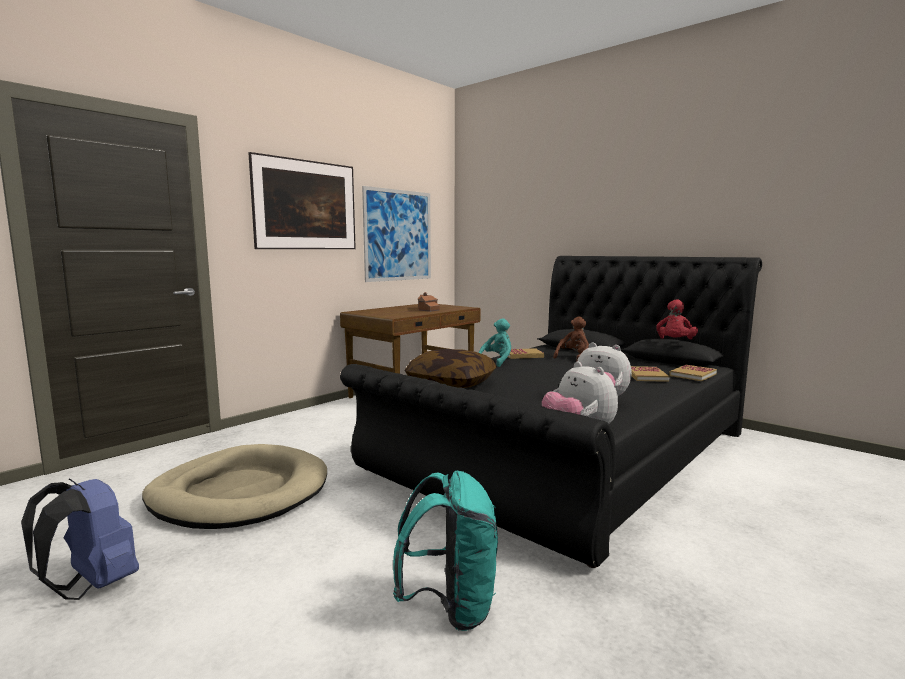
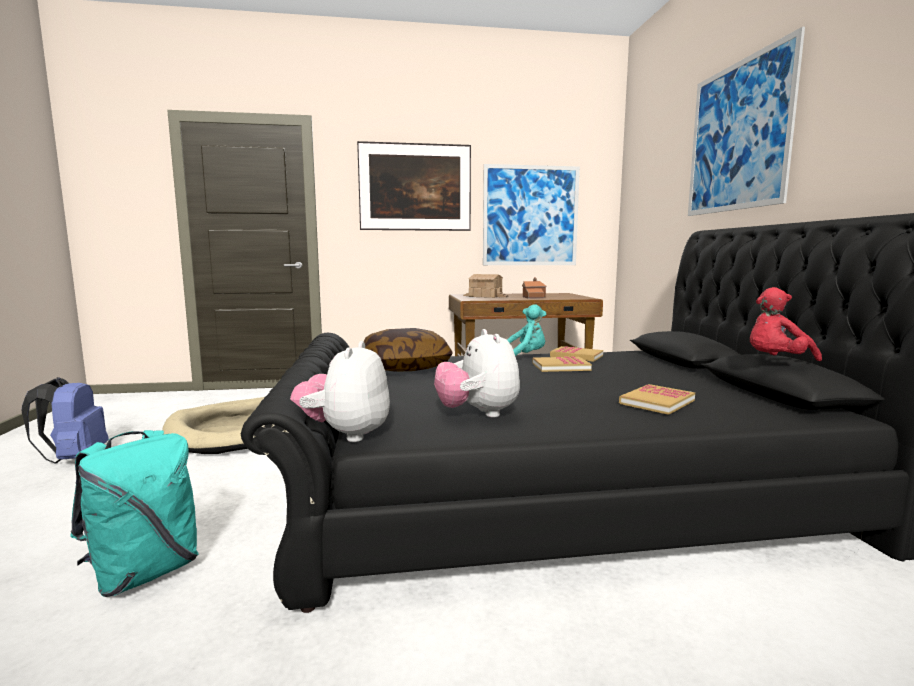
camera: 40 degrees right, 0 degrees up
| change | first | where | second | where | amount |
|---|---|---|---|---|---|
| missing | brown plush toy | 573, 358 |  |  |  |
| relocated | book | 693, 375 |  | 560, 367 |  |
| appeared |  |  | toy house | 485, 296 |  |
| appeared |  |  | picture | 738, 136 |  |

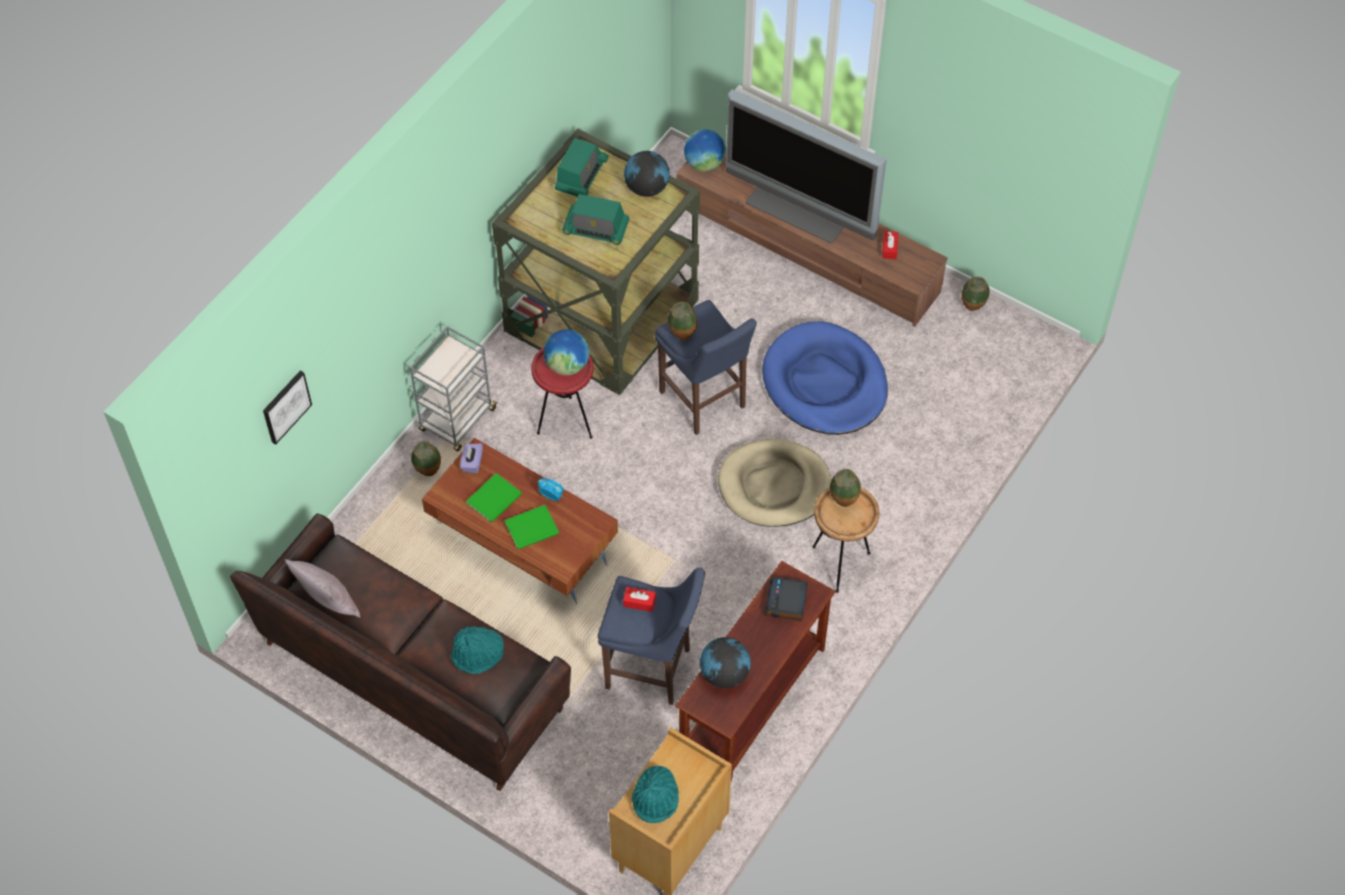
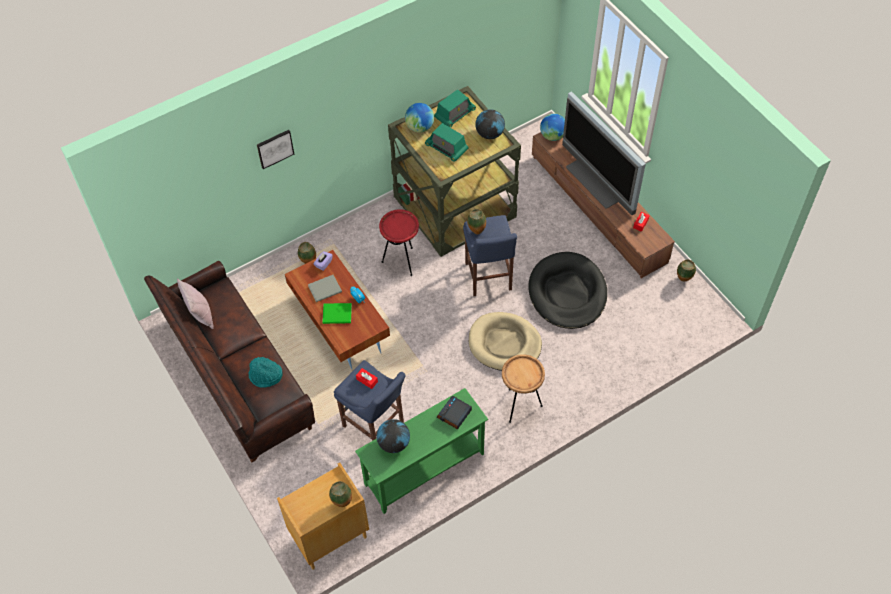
camera: 25 degrees right, 0 degrees up
| change | first | where | second | where | amount |
|---|---|---|---|---|---|
| relocated | picture | 285, 406 |  | 275, 148 |  |
| missing | grey cart | 457, 421 |  |  |  |
| colour | green book | 496, 498 | grey book | 326, 289 |  |
| relocated | globe | 567, 365 |  | 420, 127 |  |
| missing | turquoise hat | 656, 798 |  |  |  |
| colour | brown console table | 752, 703 | green console table | 424, 469 |  |
| colour | blue dog bed | 825, 383 | black dog bed | 567, 293 |  |
| relocated | vase | 843, 503 |  | 342, 503 |  |

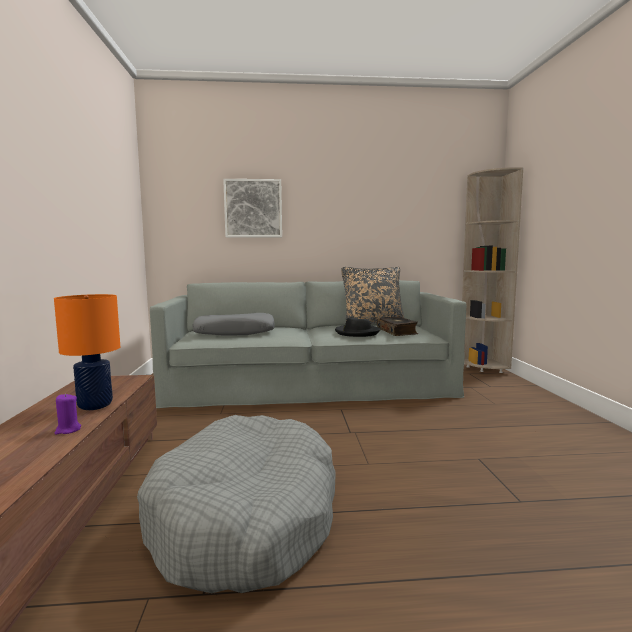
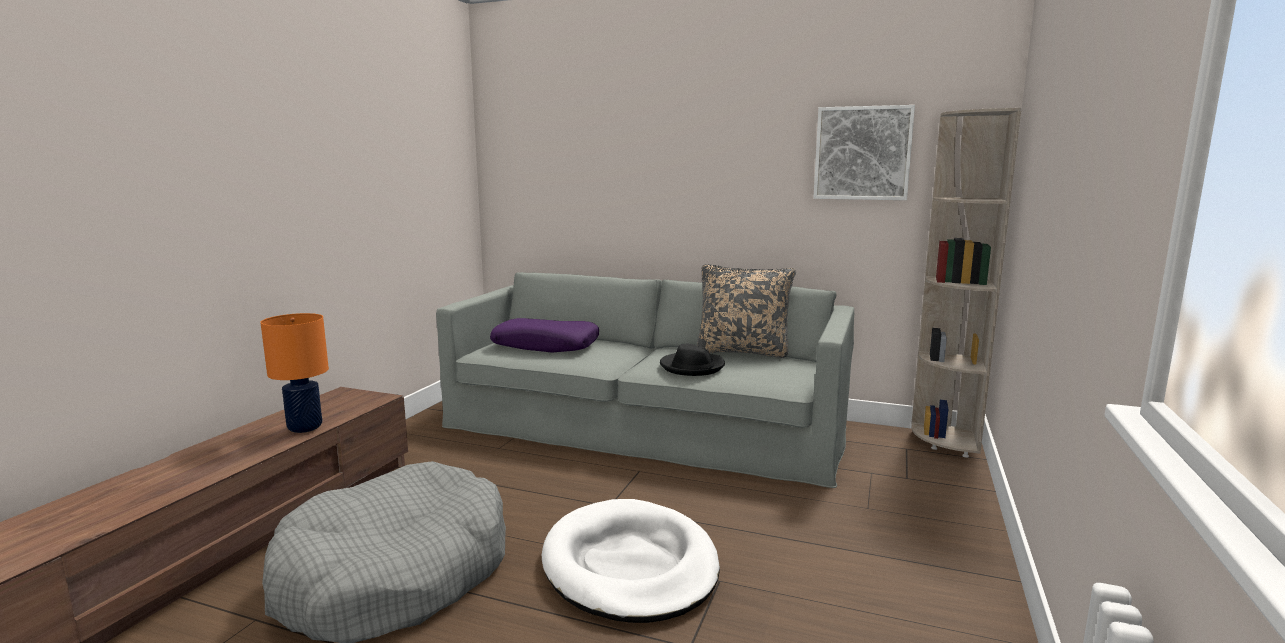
camera: 25 degrees right, 5 degrees up
| change | first | where | second | where | amount |
|---|---|---|---|---|---|
| missing | purple candle | 68, 430 |  |  |  |
| colour | grey pillow | 235, 332 | purple pillow | 546, 345 |  |
| relocated | picture | 253, 208 |  | 862, 153 |  |
| missing | book | 397, 331 |  |  |  |
| appeared |  |  | white dog bed | 630, 566 |  |

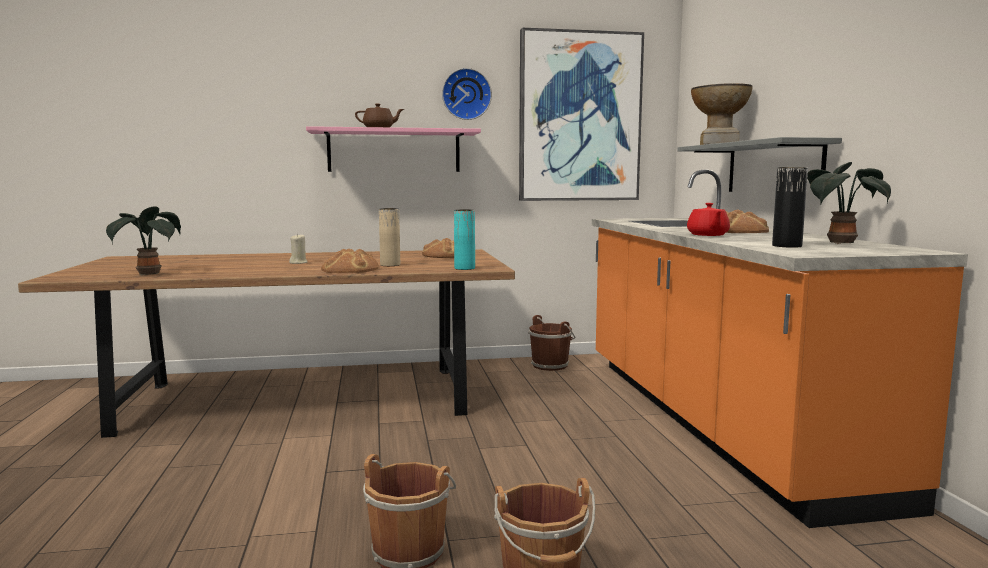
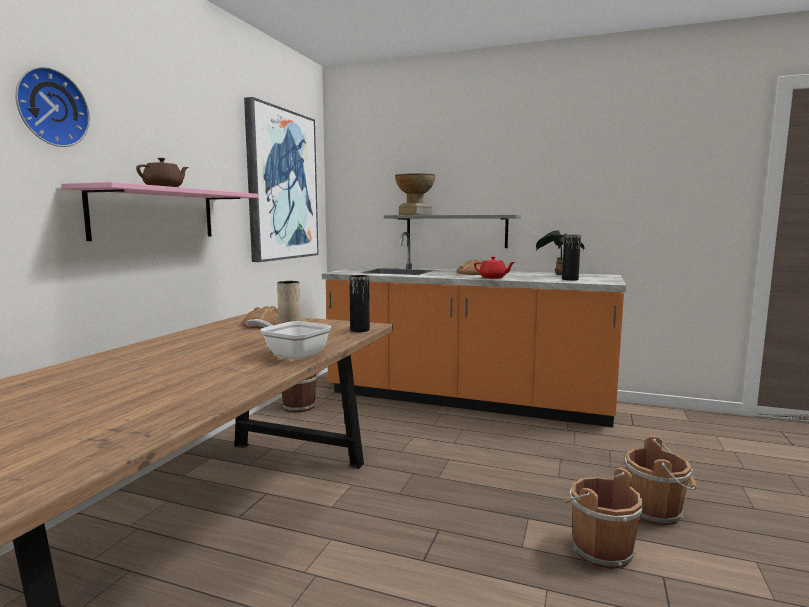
camera: 60 degrees left, 0 degrees up
| change | first | where | second | where | amount |
|---|---|---|---|---|---|
| missing | potted plant | 149, 274 |  |  |  |
| missing | beige candle | 298, 263 |  |  |  |
| exchanged | bread | 350, 269 | frying pan | 292, 354 |  |
| relocated | wall clock | 466, 94 |  | 50, 108 |  |
| colour | turquoise vase | 464, 268 | black vase | 360, 330 |  |

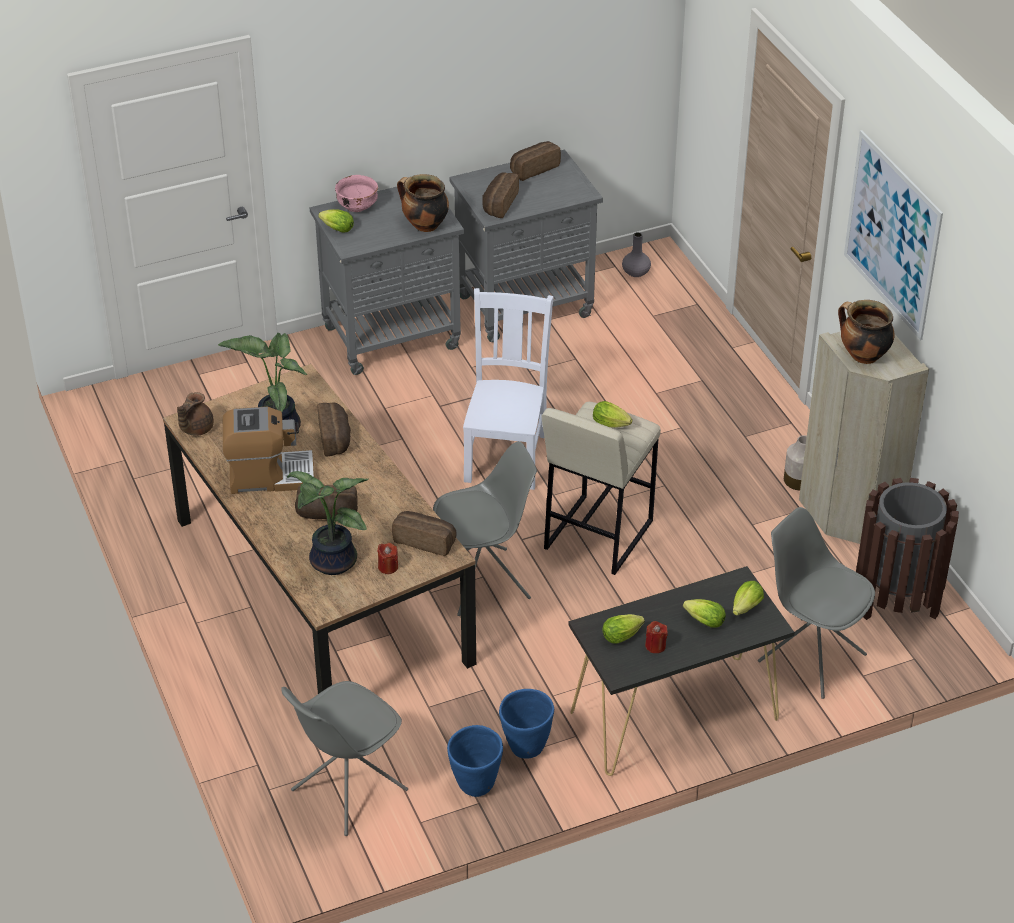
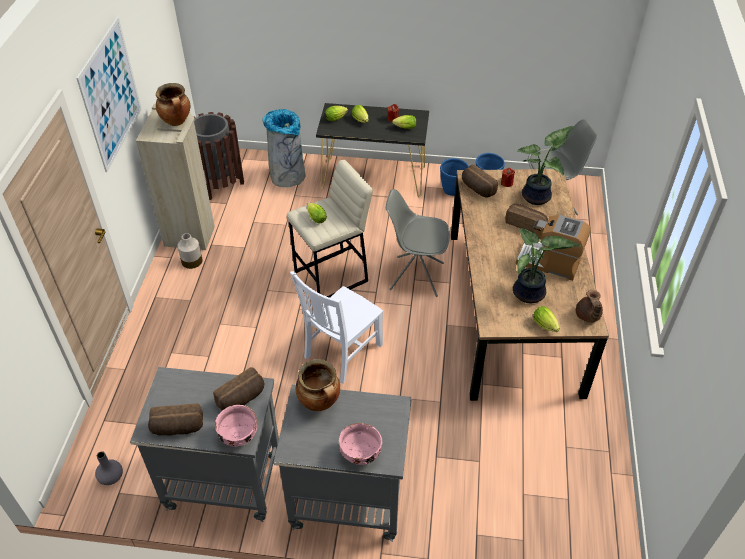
camera: 150 degrees left, 5 degrees up
| change | first | where | second | where | amount |
|---|---|---|---|---|---|
| spun | brown teapot | 195, 428 |  | 587, 316 | 120 degrees clockwise |
| missing | bread | 336, 438 |  |  |  |
| relocated | lettuce | 335, 229 |  | 546, 326 |  |
| exchanged | grey chair | 810, 657 | grey trash can | 287, 176 |  |
| appeared |  |  | pink bowl | 238, 435 |  |

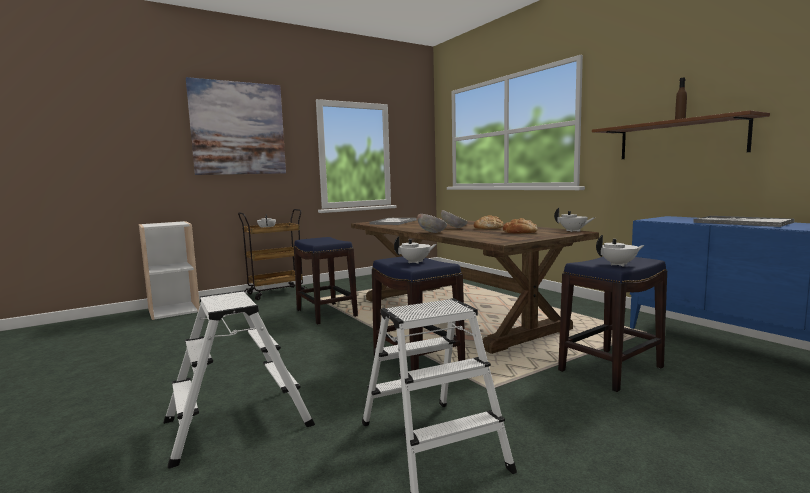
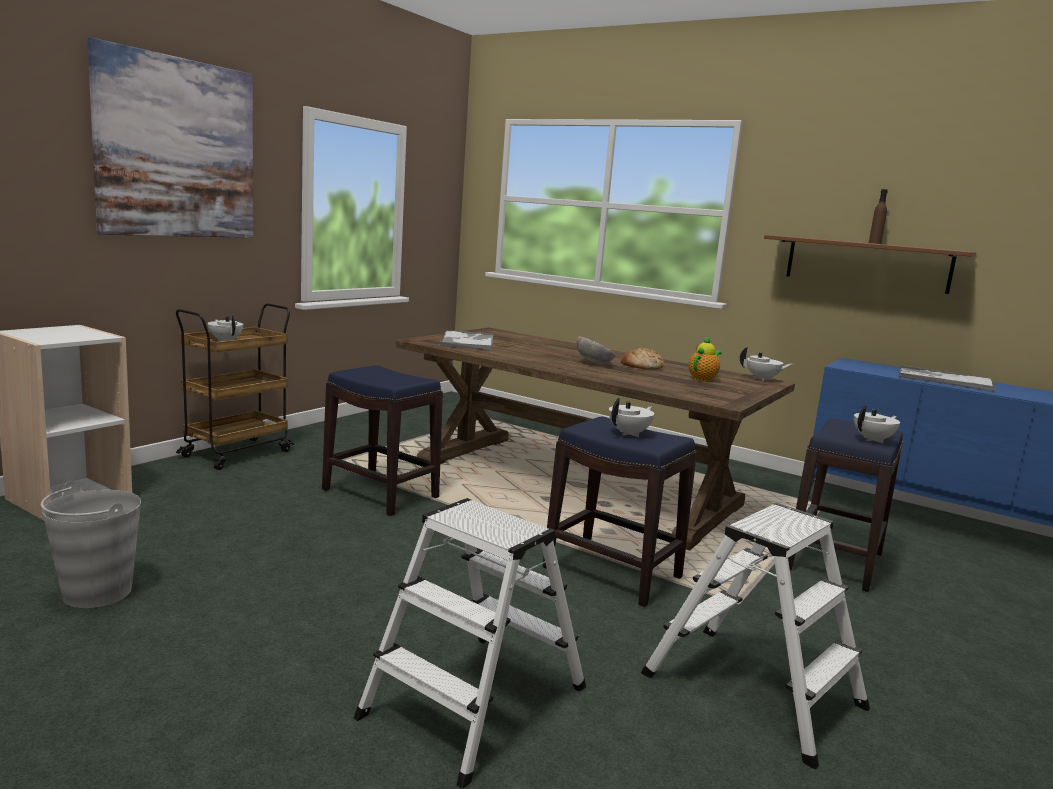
camera: 25 degrees left, 5 degrees up
| change | first | where | second | where | amount |
|---|---|---|---|---|---|
| missing | bowl | 432, 233 |  |  |  |
| exchanged | bread | 520, 232 | teapot | 703, 379 |  |
| appeared |  |  | grey bucket | 96, 593 |  |

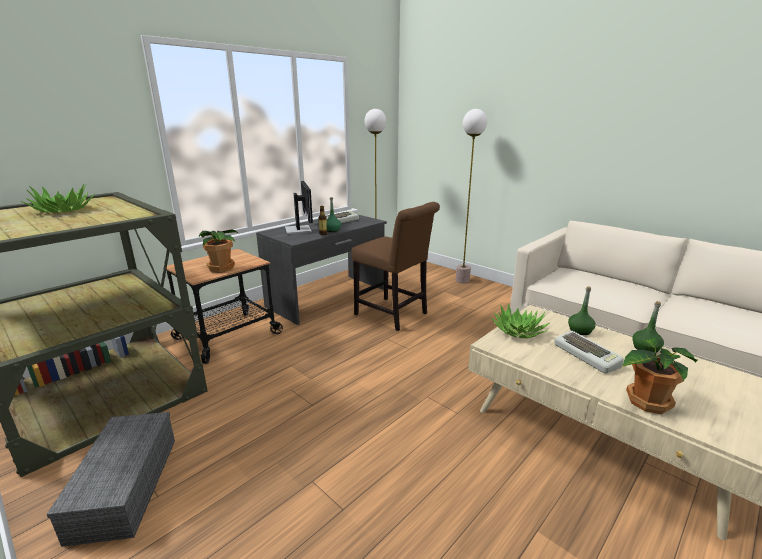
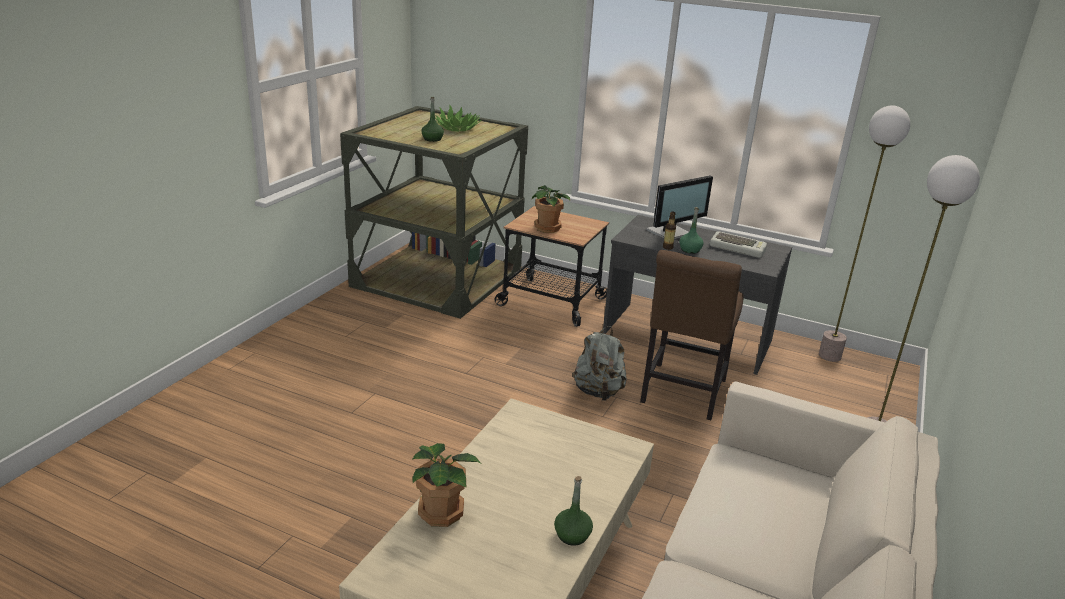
camera: 70 degrees right, 5 degrees up
| change | first | where | second | where | amount |
|---|---|---|---|---|---|
| missing | grey storage box | 125, 485 |  |  |  |
| missing | potted plant | 518, 331 |  |  |  |
| missing | keyboard | 587, 356 |  |  |  |
| relocated | green bottle | 580, 331 |  | 432, 139 |  |
| appeared |  |  | grey backpack | 598, 392 |  |

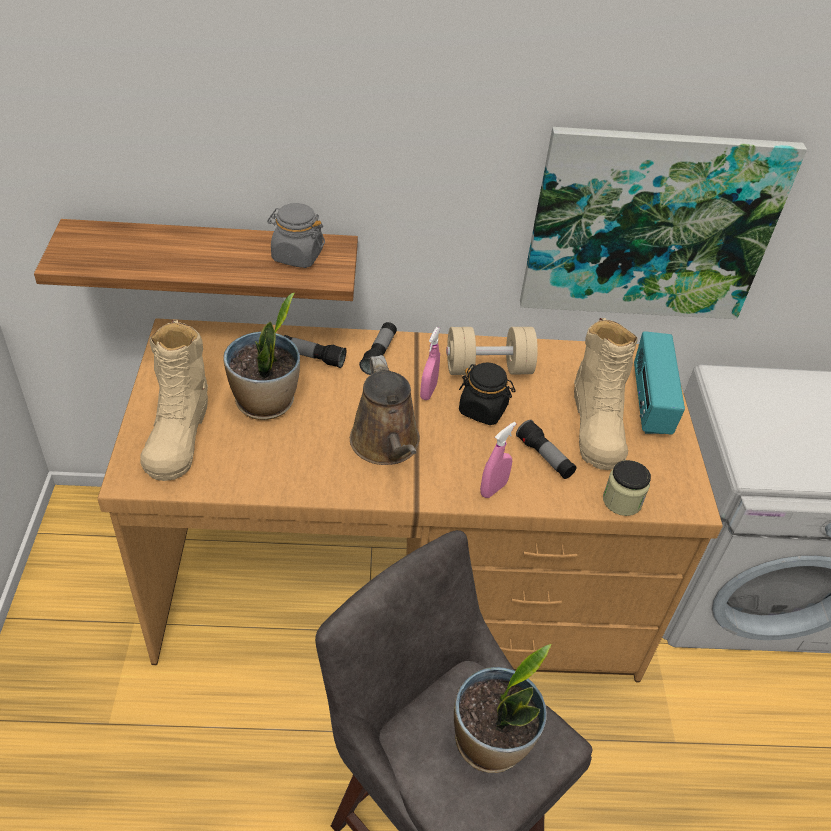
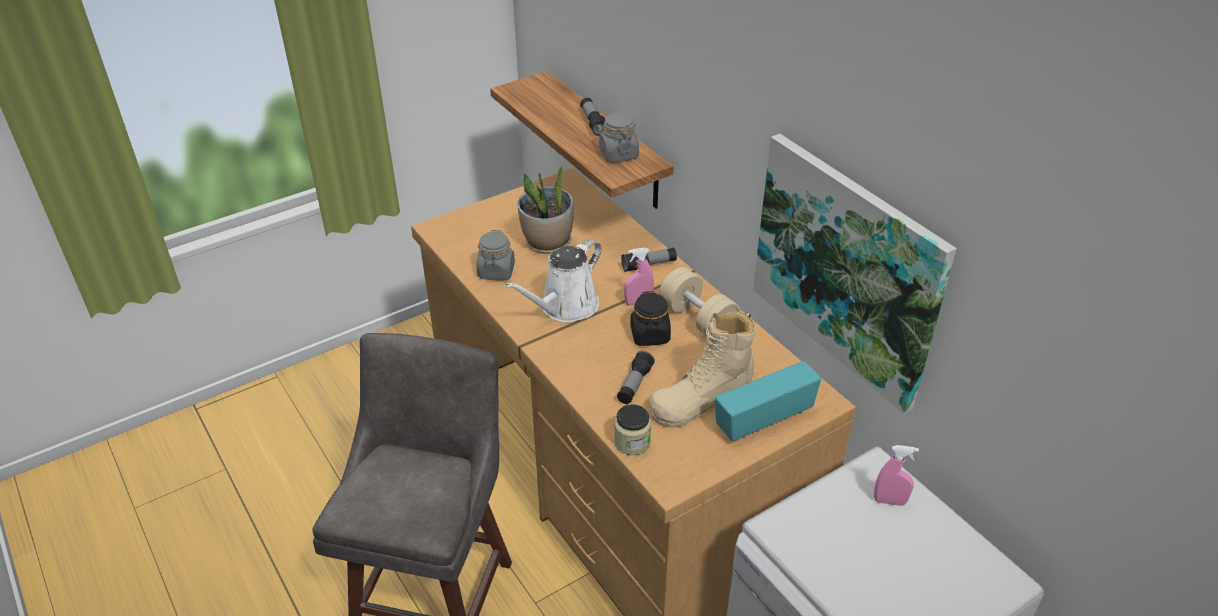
camera: 60 degrees right, 5 degrees down
| change | first | where | second | where | amount |
|---|---|---|---|---|---|
| missing | beige boot | 178, 432 |  |  |  |
| relocated | flashlight | 313, 358 |  | 593, 122 |  |
| colour | brown watering can | 386, 445 | white watering can | 565, 307 |  |
| missing | potted plant | 491, 742 |  |  |  |
| relocated | pink spray bottle | 493, 489 |  | 889, 501 |  |
| appeared |  |  | grey jar | 496, 272 |  |

